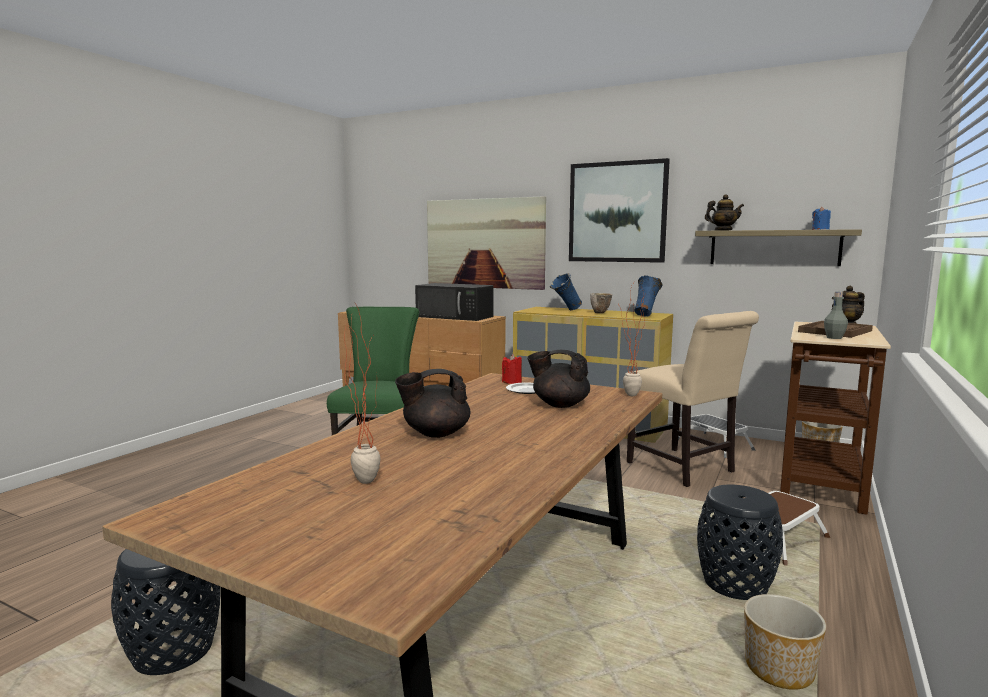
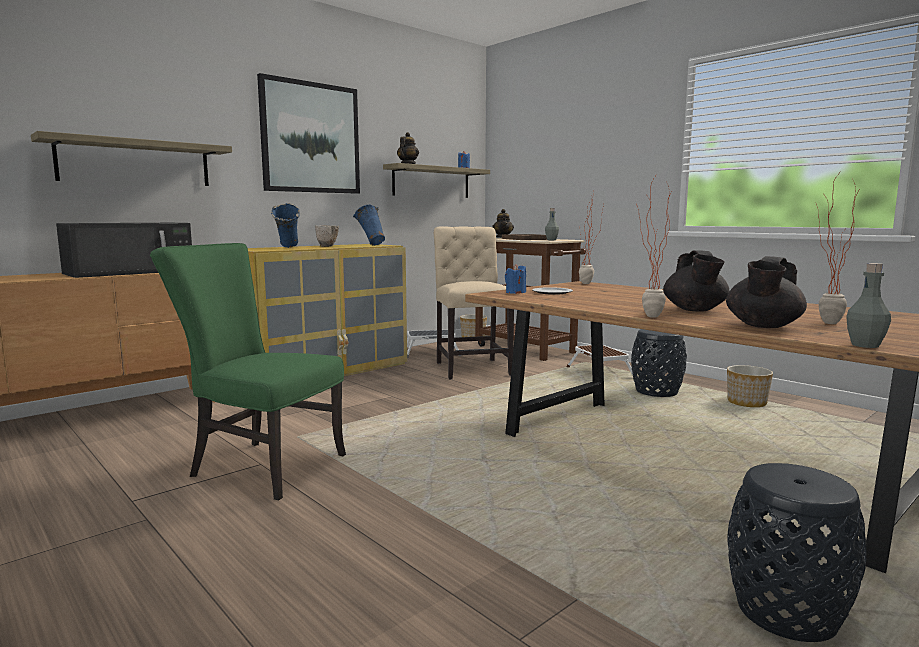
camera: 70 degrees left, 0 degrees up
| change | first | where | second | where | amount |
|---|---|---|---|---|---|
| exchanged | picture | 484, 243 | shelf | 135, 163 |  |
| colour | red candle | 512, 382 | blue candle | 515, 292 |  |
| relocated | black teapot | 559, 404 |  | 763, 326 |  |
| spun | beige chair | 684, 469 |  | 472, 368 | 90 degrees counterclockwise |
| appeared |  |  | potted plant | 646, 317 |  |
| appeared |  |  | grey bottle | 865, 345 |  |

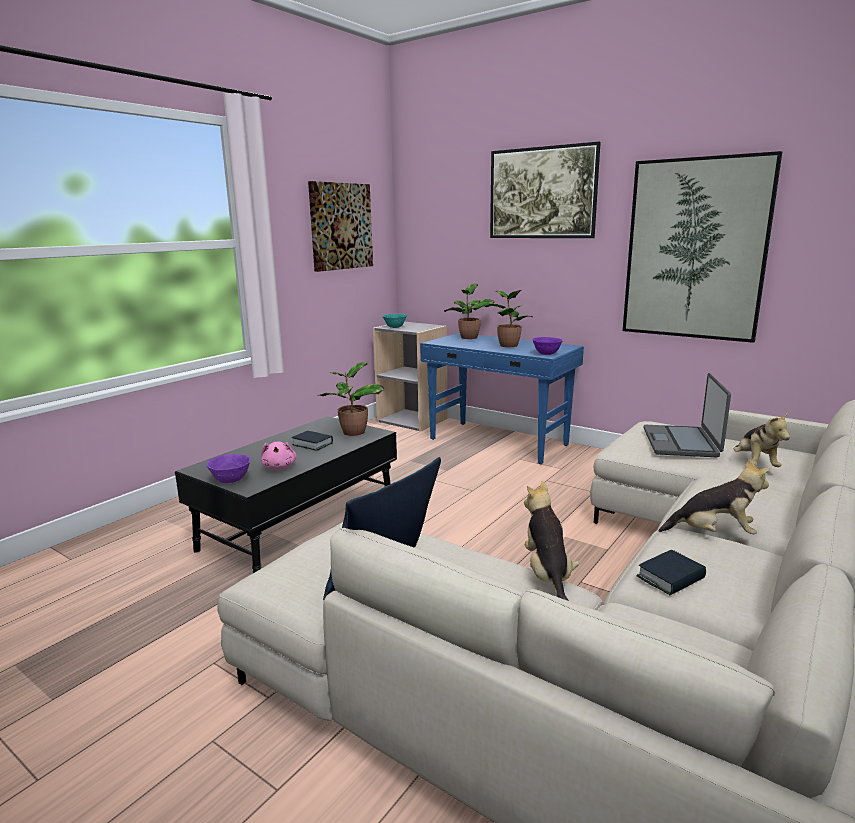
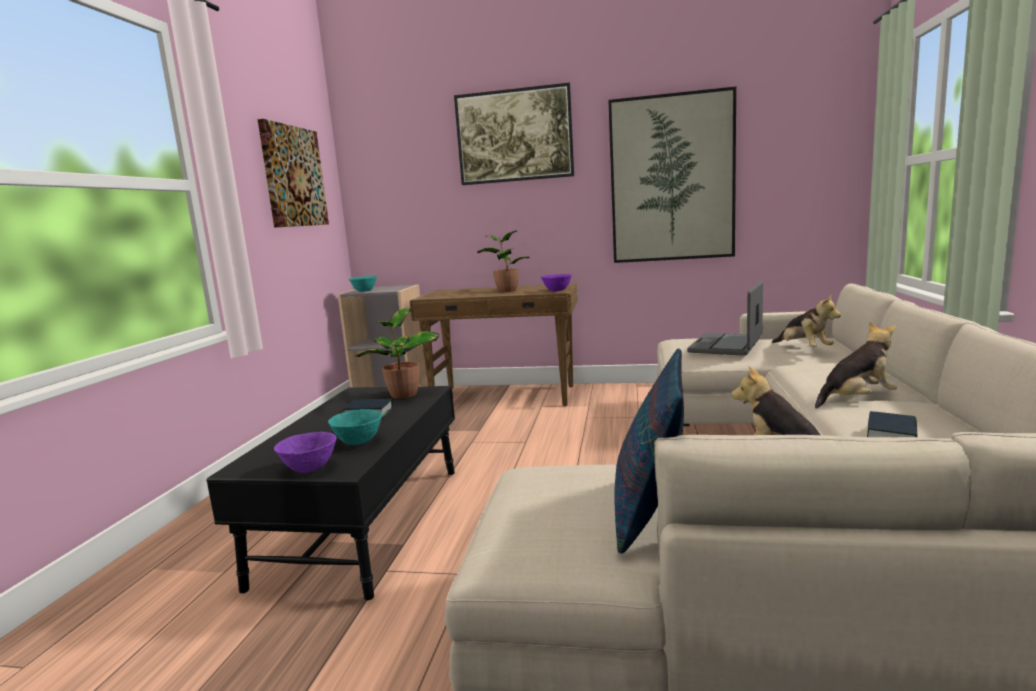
camera: 25 degrees left, 5 degrees down
| change | first | where | second | where | amount |
|---|---|---|---|---|---|
| exchanged | pink plush toy | 279, 467 | turquoise bowl | 358, 442 |  |
| colour | blue console table | 499, 442 | brown console table | 505, 396 |  |
| missing | potted plant | 469, 338 |  |  |  |
| spun | laptop | 681, 442 |  | 726, 346 | 45 degrees clockwise |

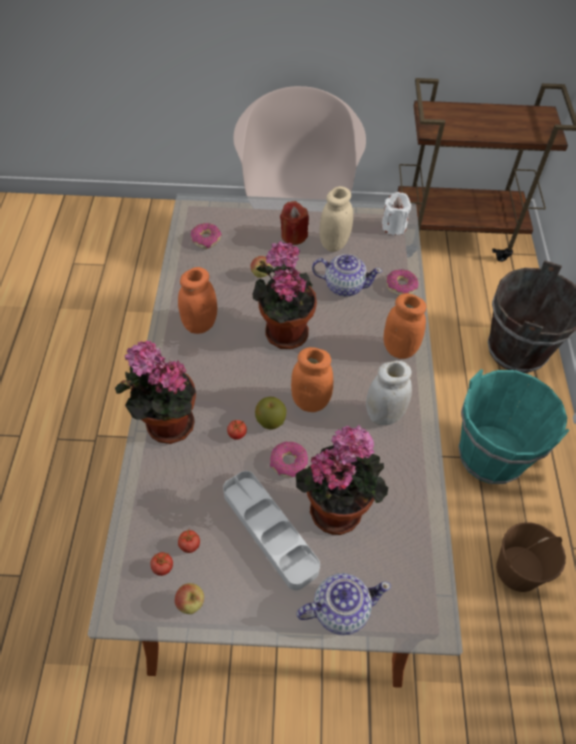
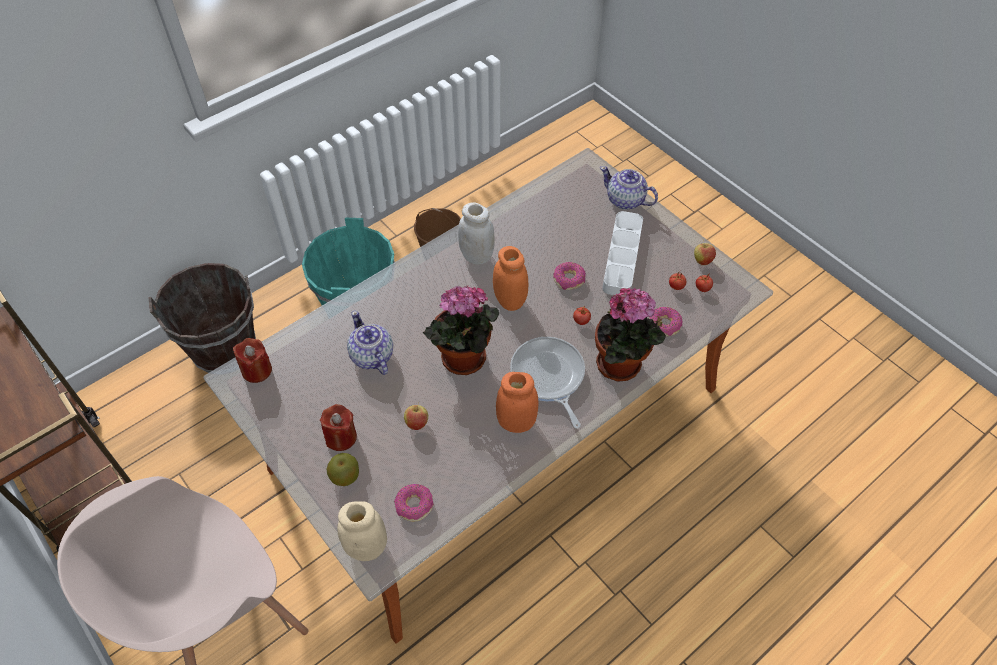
camera: 130 degrees left, 0 degrees up
| change | first | where | second | where | amount |
|---|---|---|---|---|---|
| relocated | apple | 270, 421 |  | 345, 477 |  |
| missing | potted plant | 337, 507 |  |  |  |
| relocated | beige jar | 334, 244 |  | 367, 547 |  |
| colour | white candle | 393, 226 | red candle | 257, 370 |  |
| missing | orange jar | 399, 349 |  |  |  |
| relocated | donut | 401, 286 |  | 664, 325 |  |
| appeared |  |  | frying pan | 548, 377 |  |

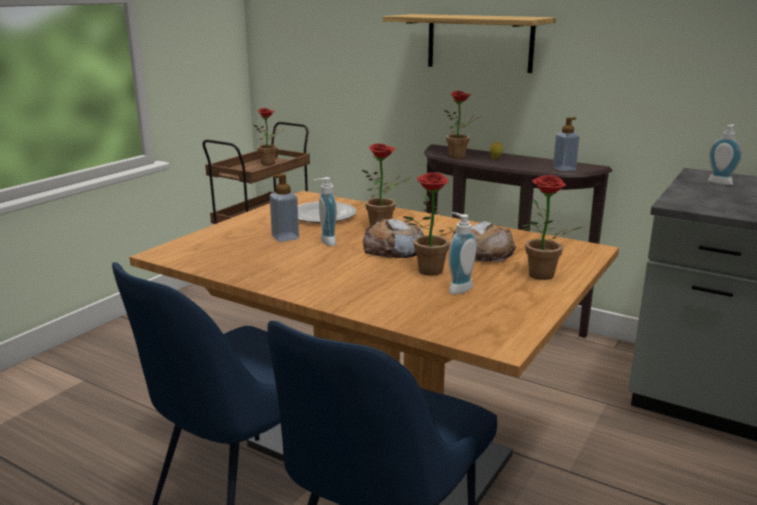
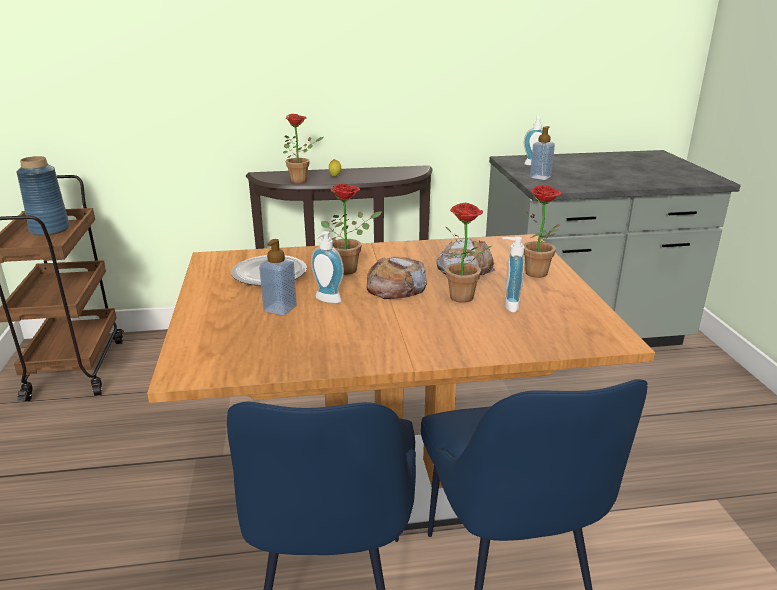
camera: 40 degrees left, 5 degrees up
| change | first | where | second | where | amount |
|---|---|---|---|---|---|
| exchanged | potted plant | 271, 163 | blue vase | 50, 229 |  |
| missing | shelf | 479, 42 |  |  |  |
| relocated | soap dispenser | 564, 169 |  | 540, 177 |  |

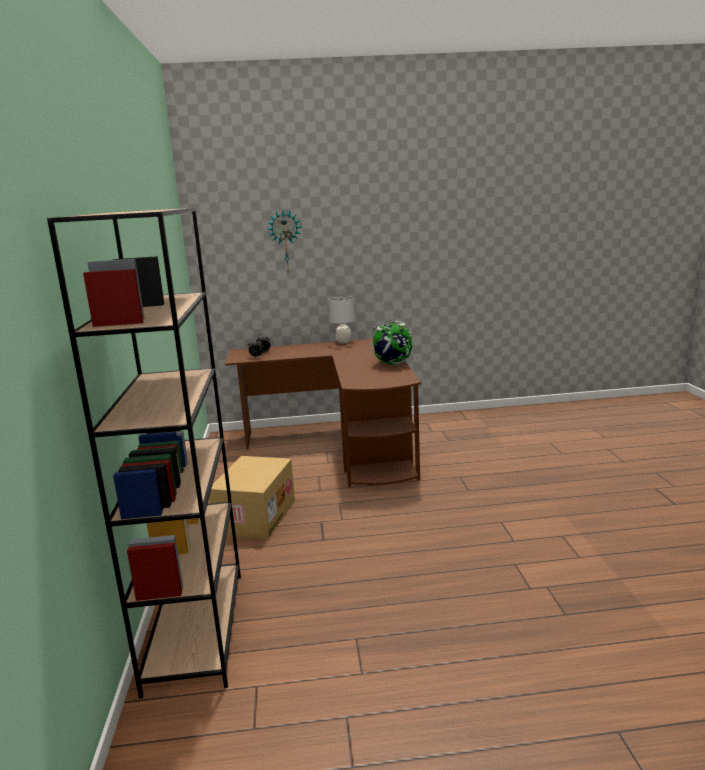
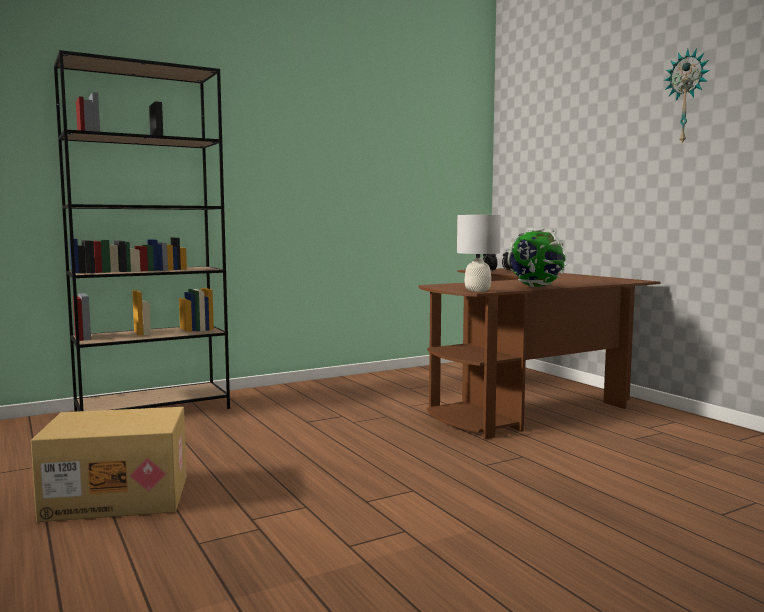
camera: 65 degrees right, 10 degrees down
| change | first | where | second | where | amount |
|---|---|---|---|---|---|
| relocated | cardboard box | 255, 516 |  | 119, 497 |  |
| relocated | wall clock | 285, 242 |  | 687, 97 |  |
| relocated | grey table lamp | 344, 342 |  | 478, 291 |  |

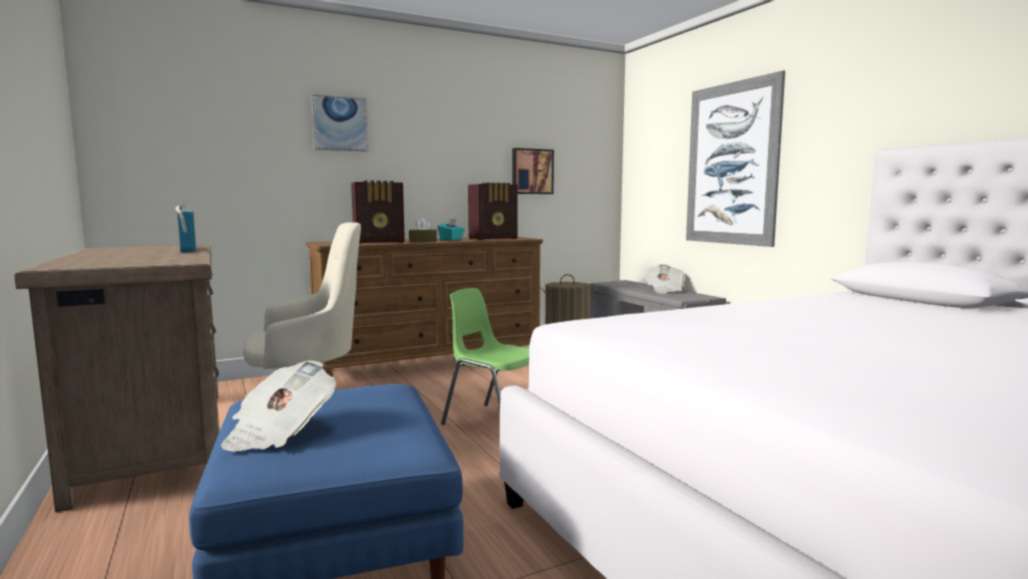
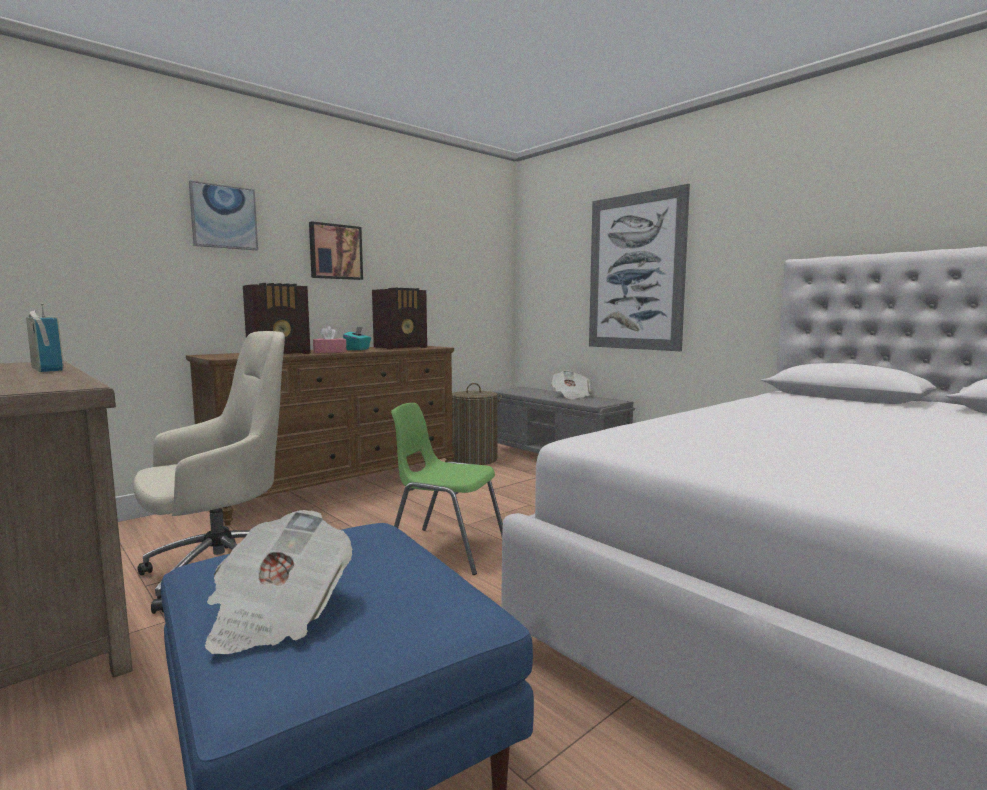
camera: 15 degrees left, 0 degrees up
| change | first | where | second | where | amount |
|---|---|---|---|---|---|
| colour | brown tissue box | 423, 241 | pink tissue box | 330, 352 |  |
| relocated | picture | 531, 171 |  | 335, 252 |  |

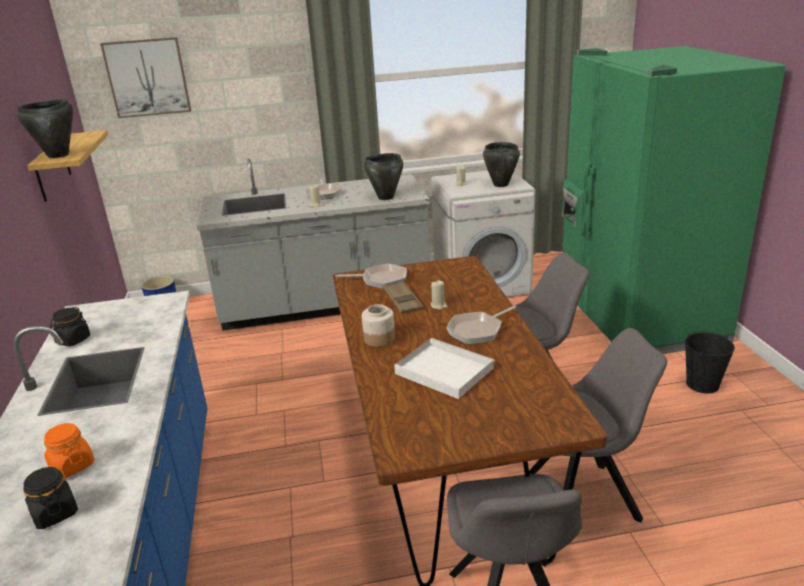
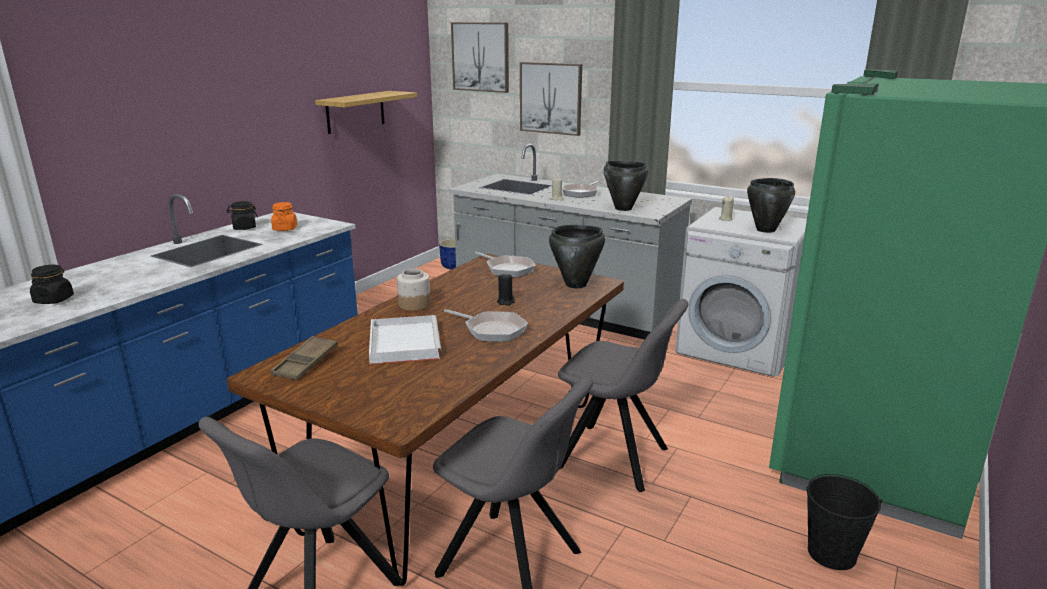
camera: 40 degrees right, 5 degrees down
| change | first | where | second | where | amount |
|---|---|---|---|---|---|
| relocated | black cooking pot | 58, 155 |  | 576, 284 |  |
| relocated | orange jar | 72, 466 |  | 285, 229 |  |
| relocated | brown tray | 402, 301 |  | 306, 363 |  |
| colour | beige candle | 438, 305 | black candle | 505, 302 |  |
| spun | frying pan | 478, 330 |  | 492, 330 | 150 degrees counterclockwise |
| appeared |  |  | picture | 551, 98 |  |

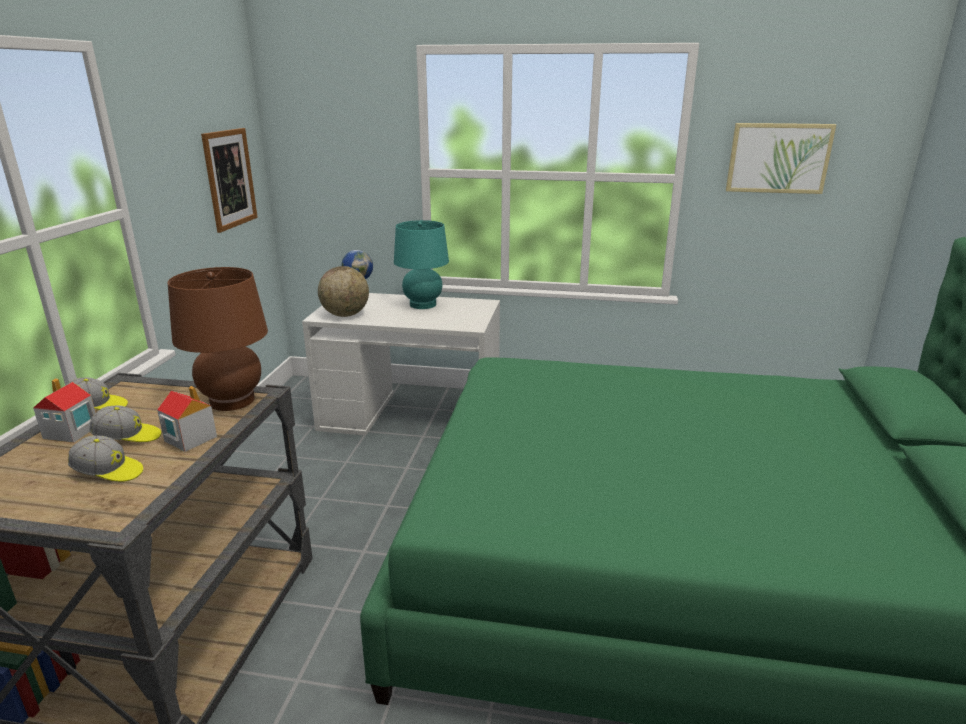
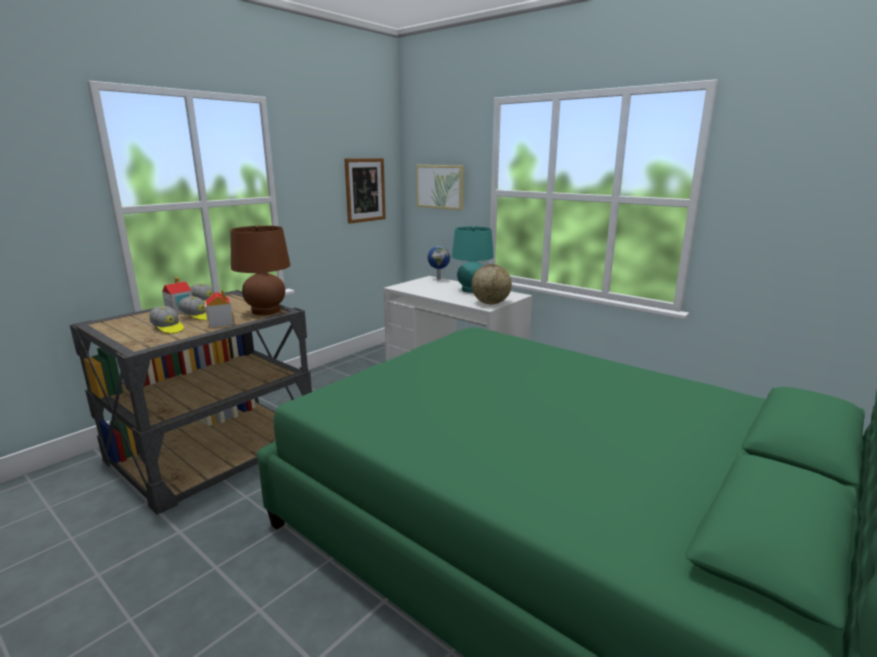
camera: 30 degrees right, 5 degrees down
| change | first | where | second | where | amount |
|---|---|---|---|---|---|
| relocated | globe | 345, 315 |  | 490, 303 |  |
| relocated | picture | 778, 158 |  | 440, 186 |  |

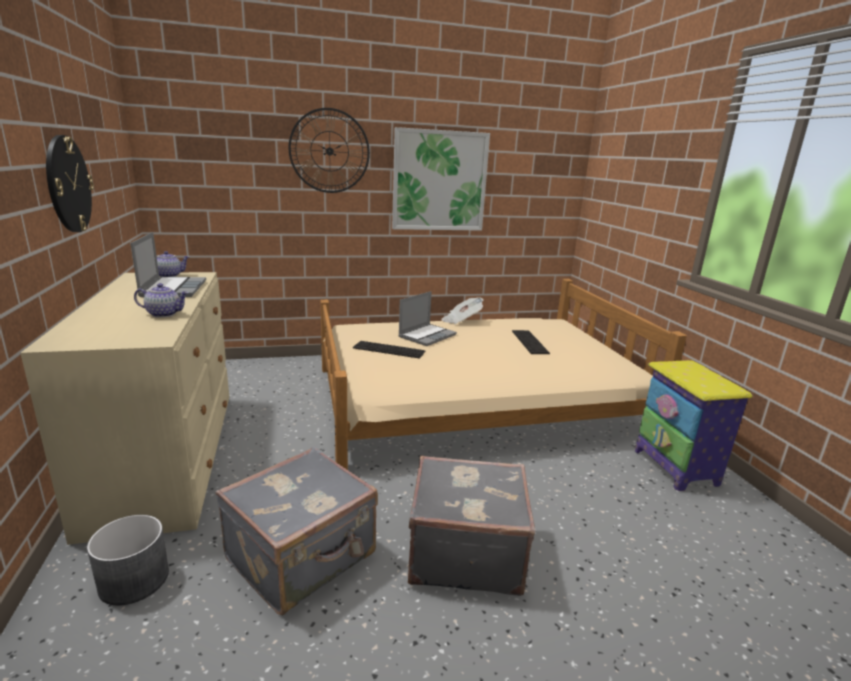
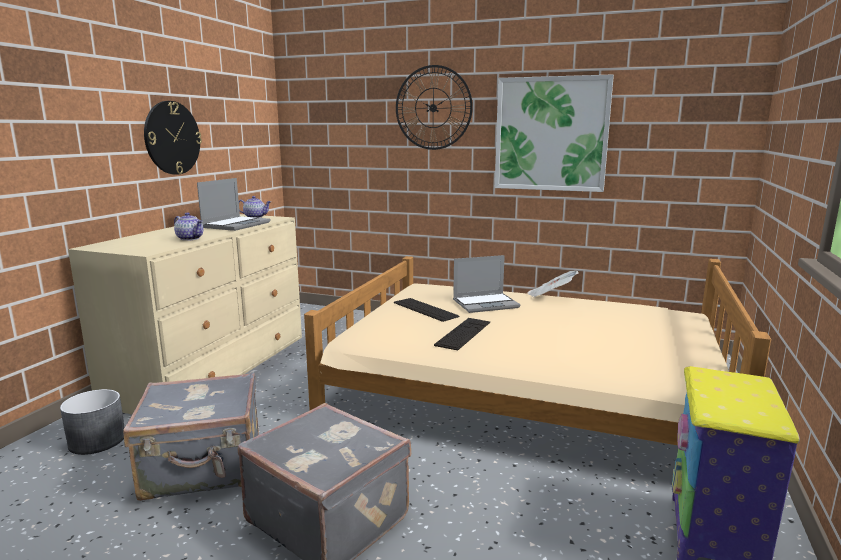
camera: 35 degrees right, 5 degrees down
| change | first | where | second | where | amount |
|---|---|---|---|---|---|
| relocated | keyboard | 529, 342 |  | 463, 333 |  |

